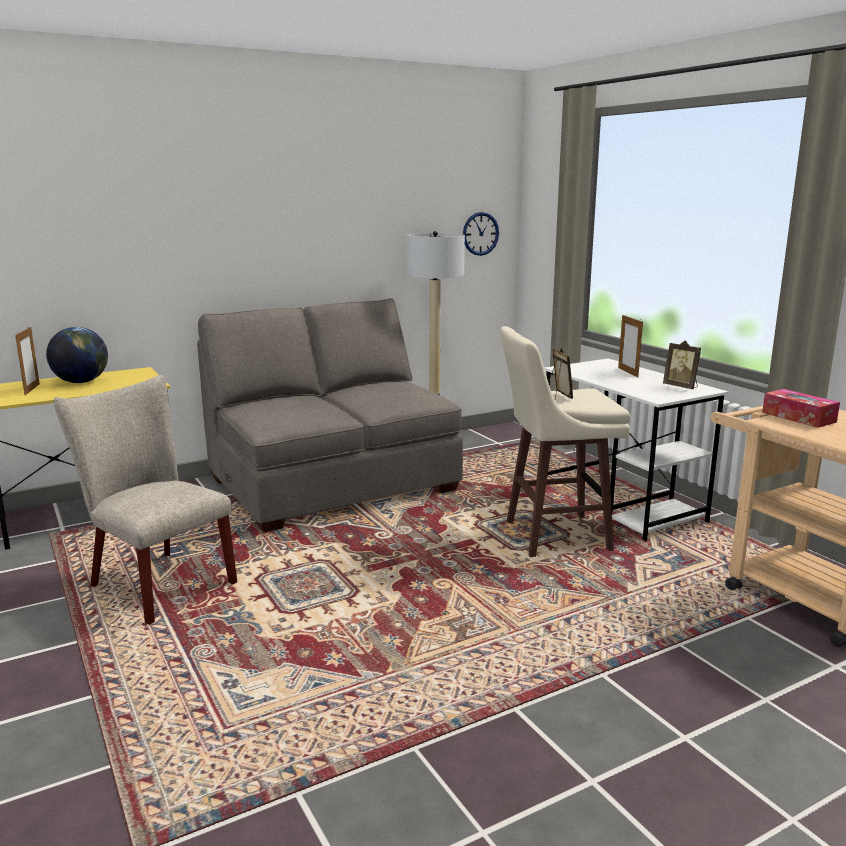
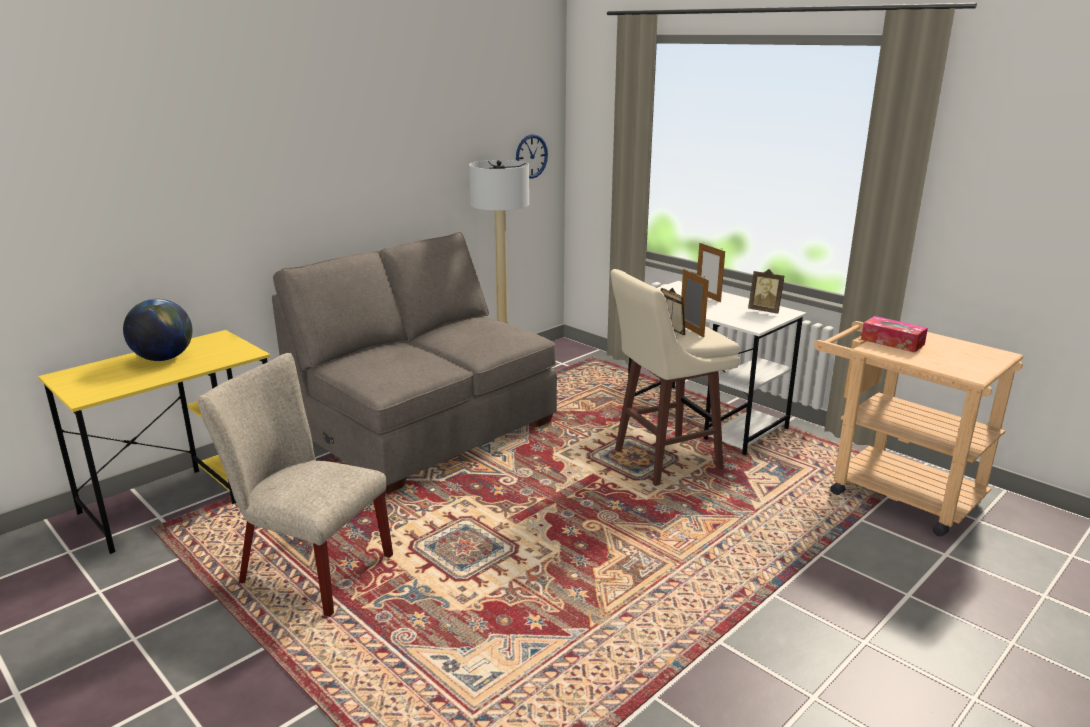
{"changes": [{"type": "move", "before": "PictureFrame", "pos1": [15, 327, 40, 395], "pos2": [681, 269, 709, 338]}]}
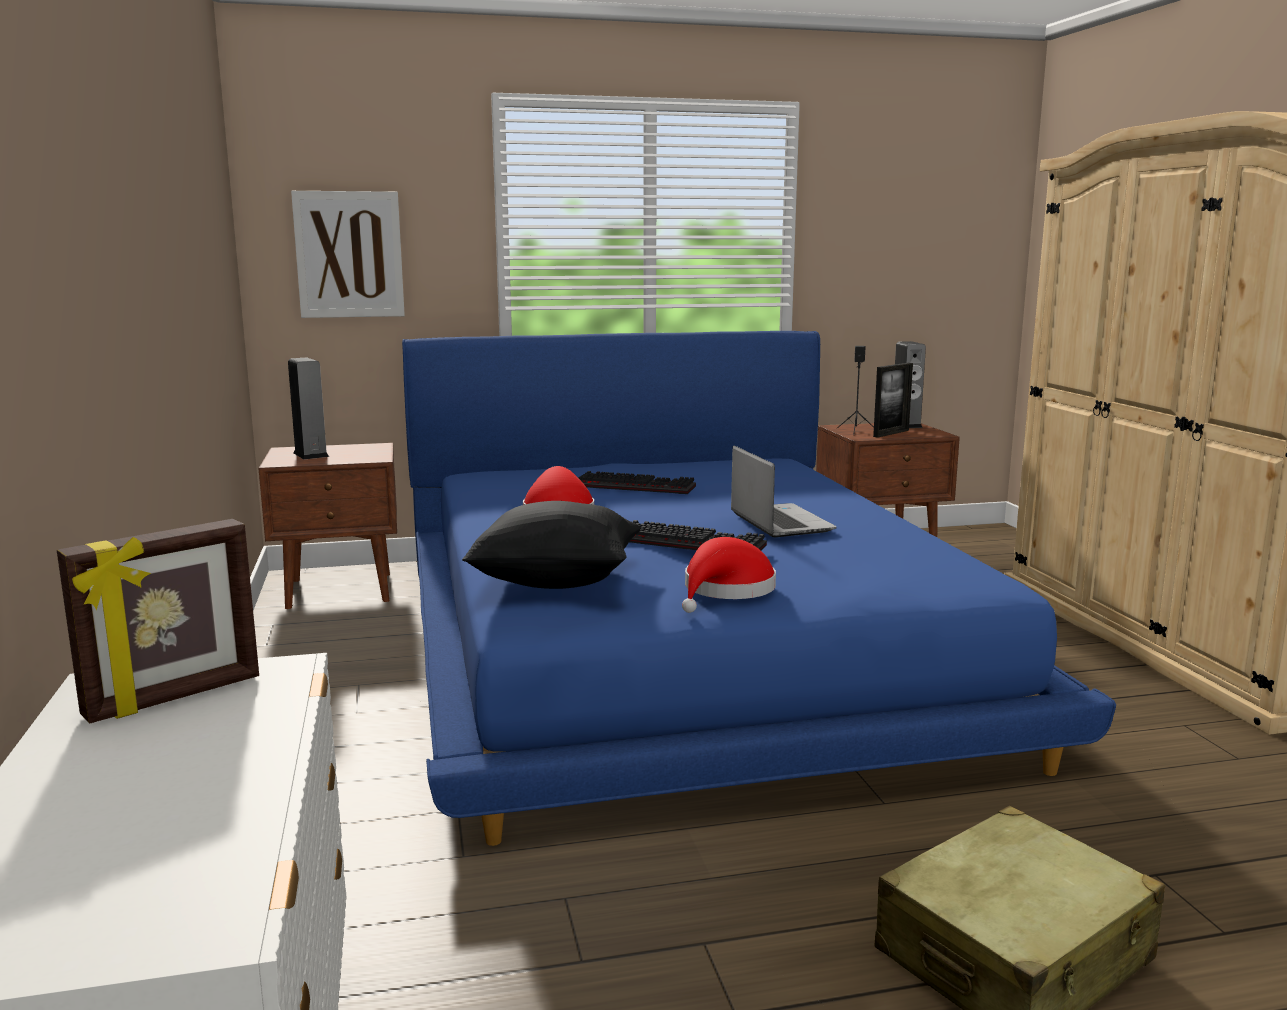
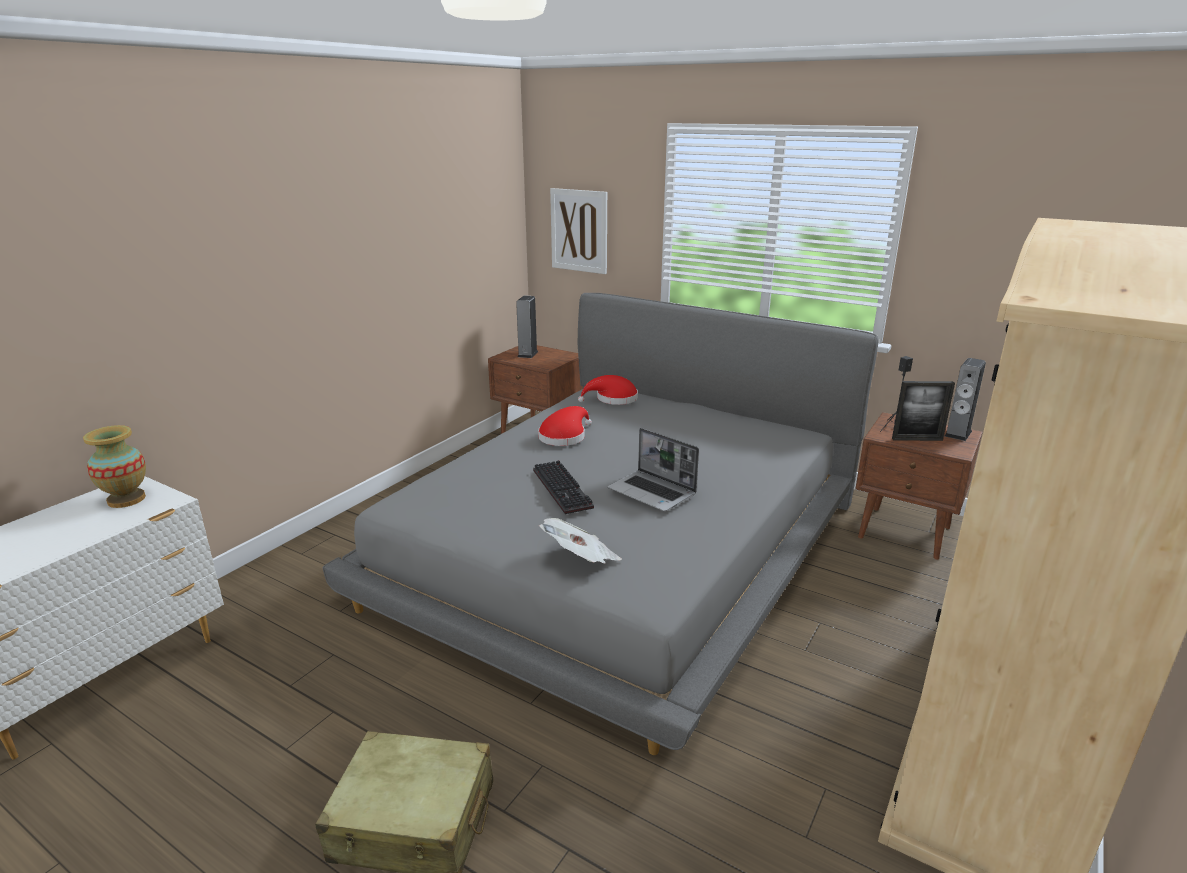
{"changes": [{"type": "replace", "before": "PictureFrame", "after": "Vase", "pos1": [57, 519, 259, 723], "pos2": [83, 425, 146, 508]}, {"type": "recolor", "before": "BlueBed", "after": "GreyBed", "pos1": [402, 331, 1116, 846], "pos2": [322, 293, 879, 755]}, {"type": "insert", "after": "Newspaper", "pos2": [539, 518, 622, 563]}, {"type": "move", "before": "RedHat", "pos1": [682, 537, 776, 613], "pos2": [578, 375, 638, 405]}, {"type": "rotate", "before": "Laptop", "pos1": [731, 445, 837, 537], "pos2": [608, 428, 699, 512], "turn": 105}, {"type": "delete", "before": "BlackPillow", "pos1": [462, 501, 641, 589]}, {"type": "delete", "before": "Keyboard", "pos1": [578, 471, 696, 494]}]}
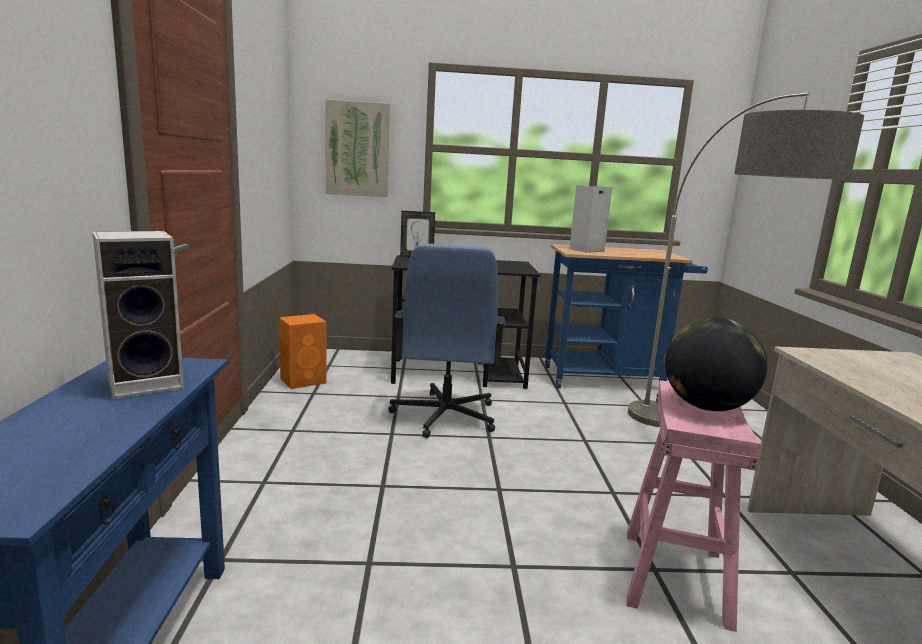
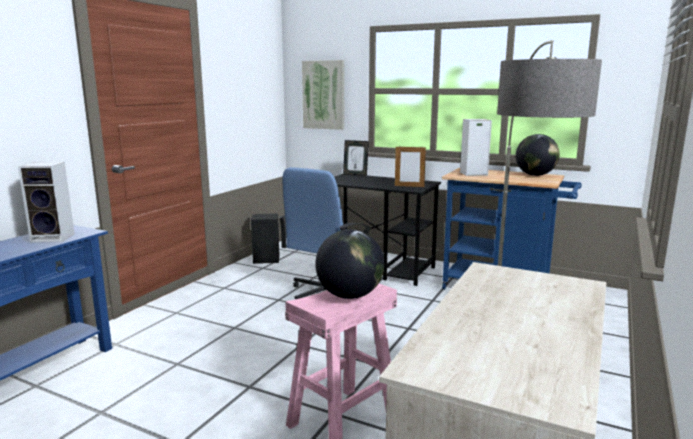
{"changes": [{"type": "recolor", "before": "OrangeSpeaker", "after": "BlackSpeaker", "pos1": [279, 314, 327, 389], "pos2": [251, 214, 279, 264]}, {"type": "insert", "after": "PictureFrame", "pos2": [395, 145, 426, 187]}, {"type": "insert", "after": "Globe", "pos2": [516, 134, 560, 176]}]}
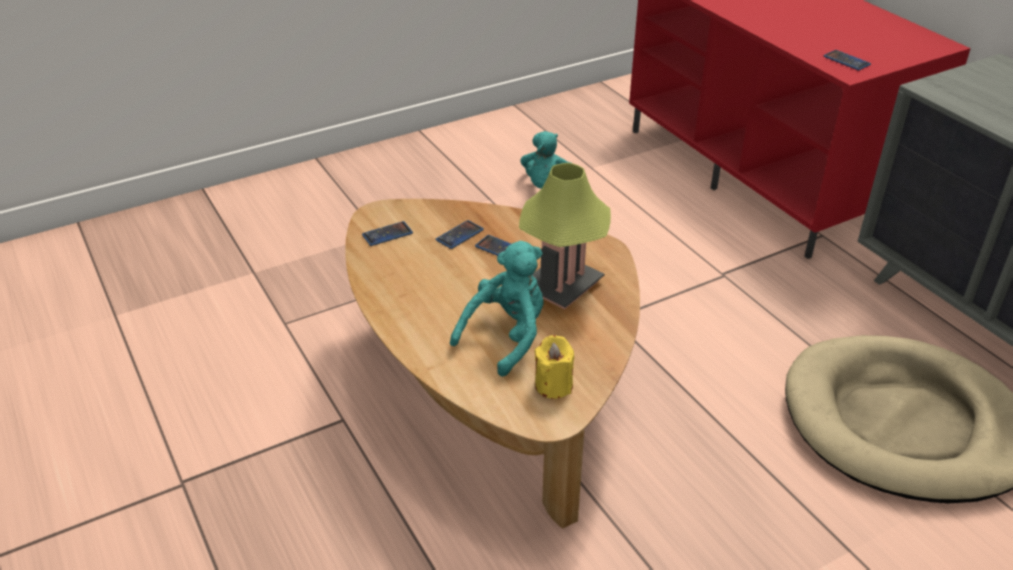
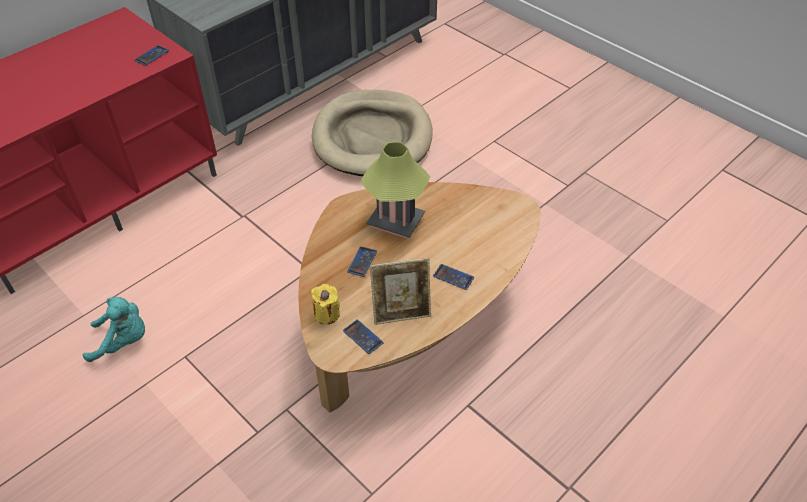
{"changes": [{"type": "move", "before": "YellowCandle", "pos1": [535, 335, 574, 399], "pos2": [311, 284, 340, 324]}, {"type": "insert", "after": "PictureFrame", "pos2": [370, 258, 431, 325]}, {"type": "move", "before": "Phone", "pos1": [436, 220, 484, 249], "pos2": [433, 264, 474, 290]}, {"type": "delete", "before": "TurquoisePlushToy", "pos1": [450, 241, 544, 377]}]}
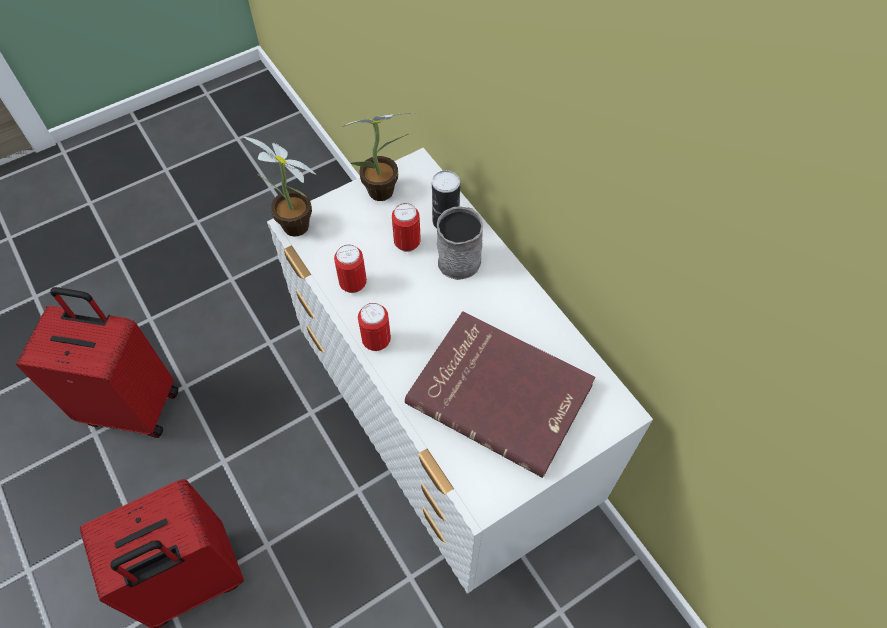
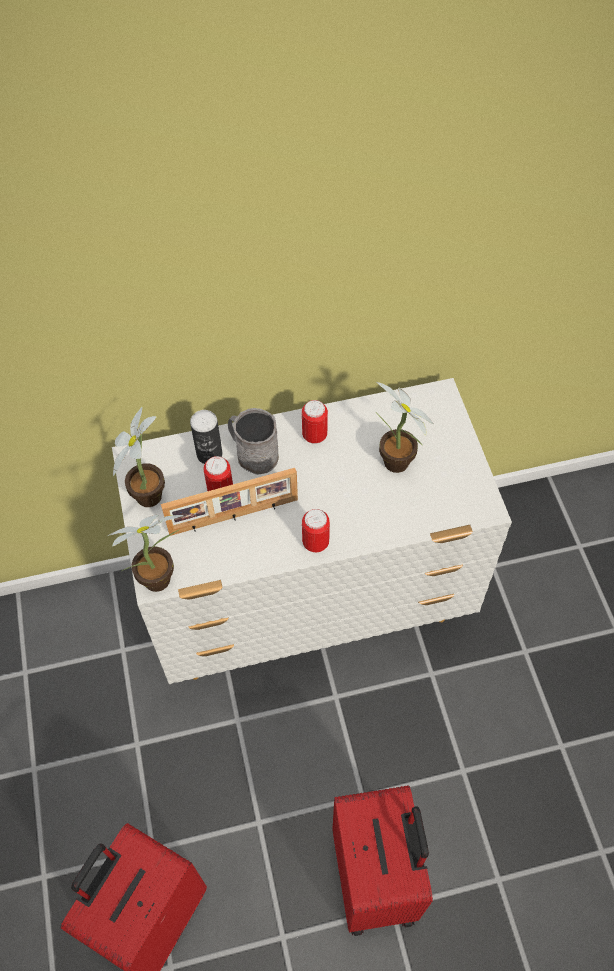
{"changes": [{"type": "insert", "after": "PictureFrame", "pos2": [161, 468, 298, 536]}, {"type": "move", "before": "Can", "pos1": [334, 245, 367, 293], "pos2": [302, 400, 328, 444]}, {"type": "replace", "before": "RedBook", "after": "PottedPlant", "pos1": [405, 311, 596, 478], "pos2": [376, 382, 434, 473]}]}
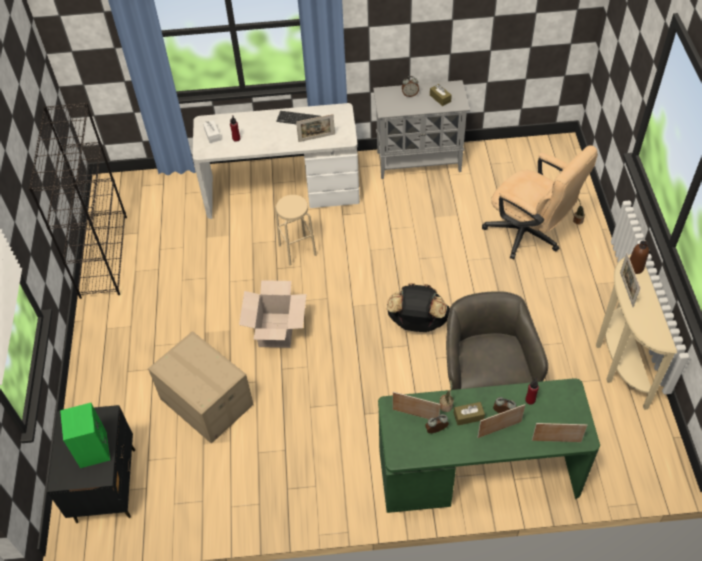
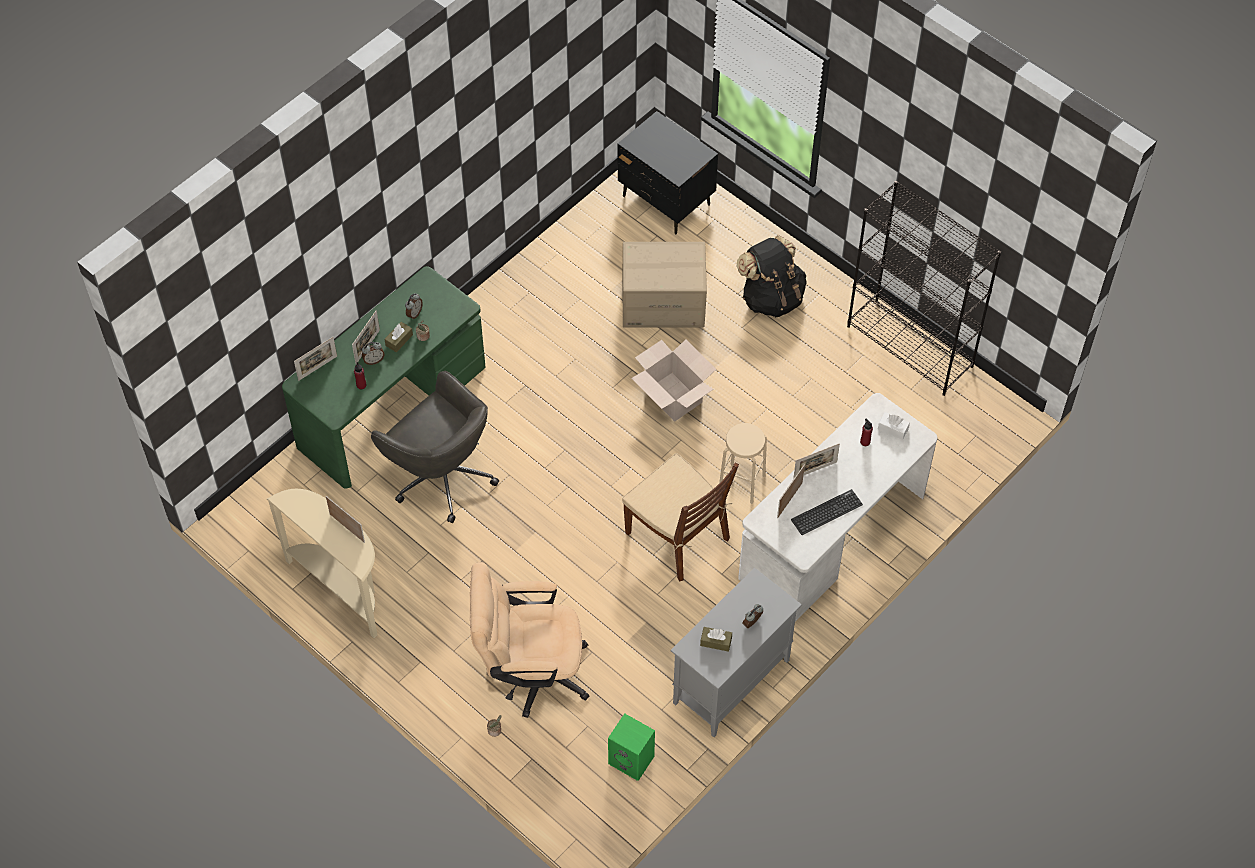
{"changes": [{"type": "move", "before": "GreenSpeaker", "pos1": [60, 403, 110, 468], "pos2": [608, 713, 655, 781]}, {"type": "insert", "after": "BrownChair", "pos2": [622, 453, 739, 582]}, {"type": "move", "before": "BlackBackpack", "pos1": [387, 283, 450, 332], "pos2": [737, 236, 807, 317]}, {"type": "move", "before": "PictureFrame", "pos1": [393, 392, 441, 419], "pos2": [793, 443, 840, 479]}, {"type": "delete", "before": "BrownBottle", "pos1": [630, 241, 649, 274]}]}
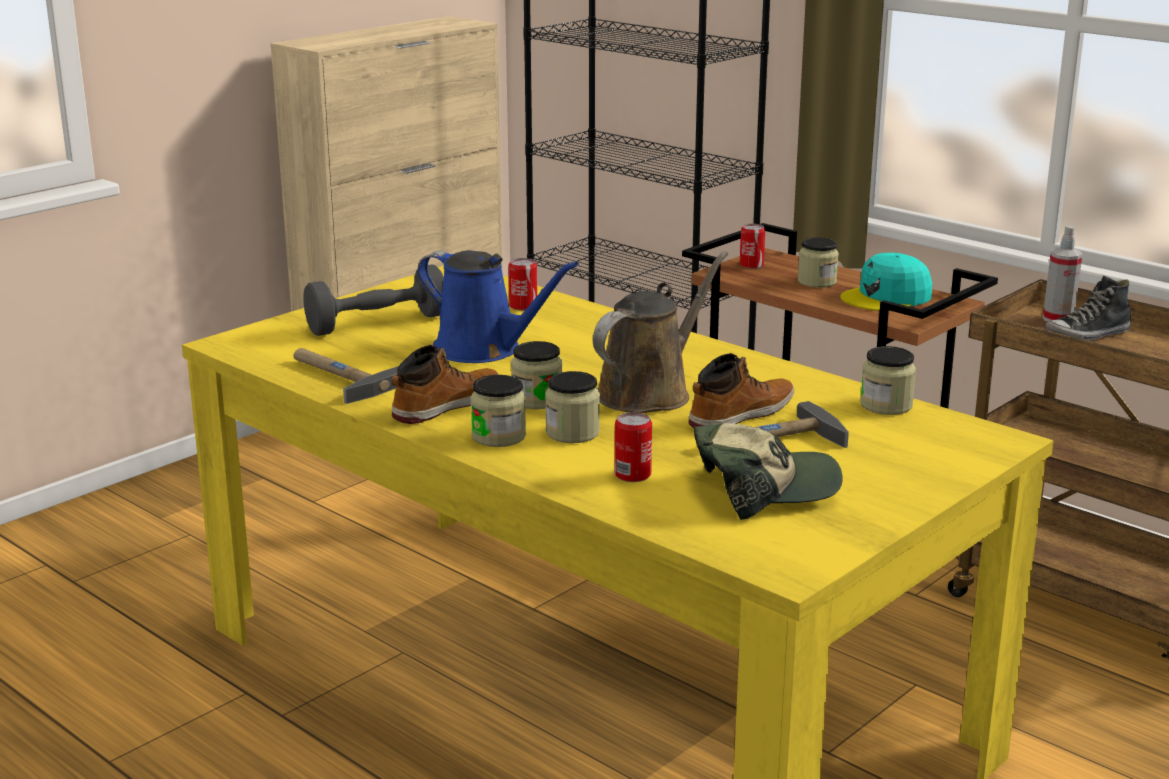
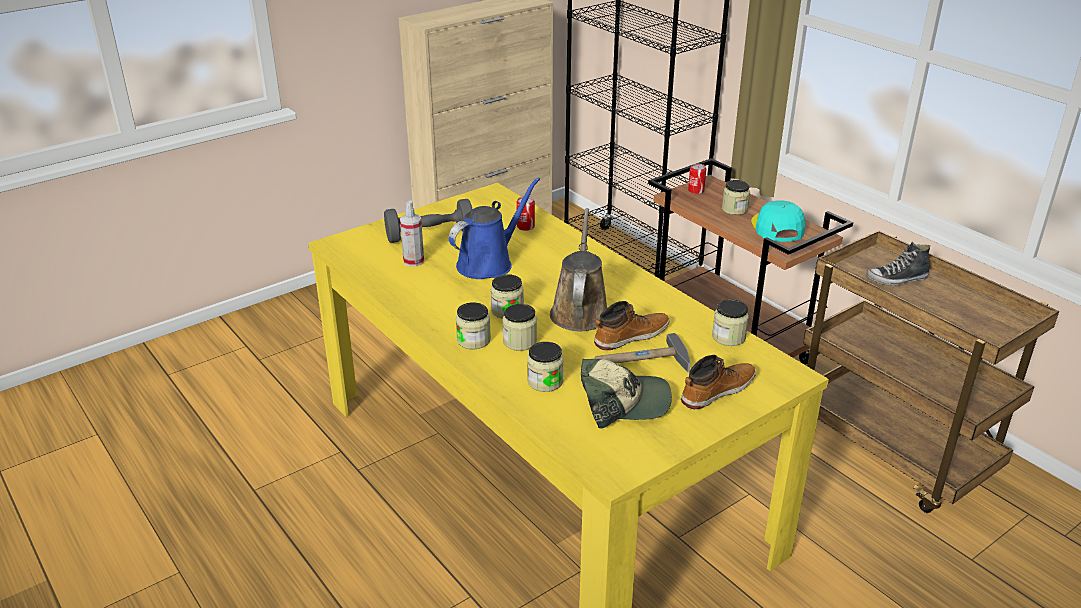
{"changes": [{"type": "move", "before": "SprayBottle", "pos1": [1043, 225, 1082, 322], "pos2": [400, 200, 424, 267]}, {"type": "rotate", "before": "BlueWateringCan", "pos1": [418, 250, 579, 363], "pos2": [449, 177, 540, 279], "turn": -90}, {"type": "replace", "before": "Can", "after": "Jar", "pos1": [615, 412, 652, 482], "pos2": [527, 342, 564, 392]}, {"type": "rotate", "before": "BrownWateringCan", "pos1": [593, 251, 728, 413], "pos2": [550, 208, 607, 331], "turn": -45}, {"type": "move", "before": "Boot", "pos1": [392, 345, 499, 424], "pos2": [681, 355, 756, 409]}, {"type": "rotate", "before": "TurquoiseCap", "pos1": [840, 253, 932, 311], "pos2": [751, 200, 806, 242], "turn": 105}, {"type": "delete", "before": "Hammer", "pos1": [293, 348, 398, 404]}]}
